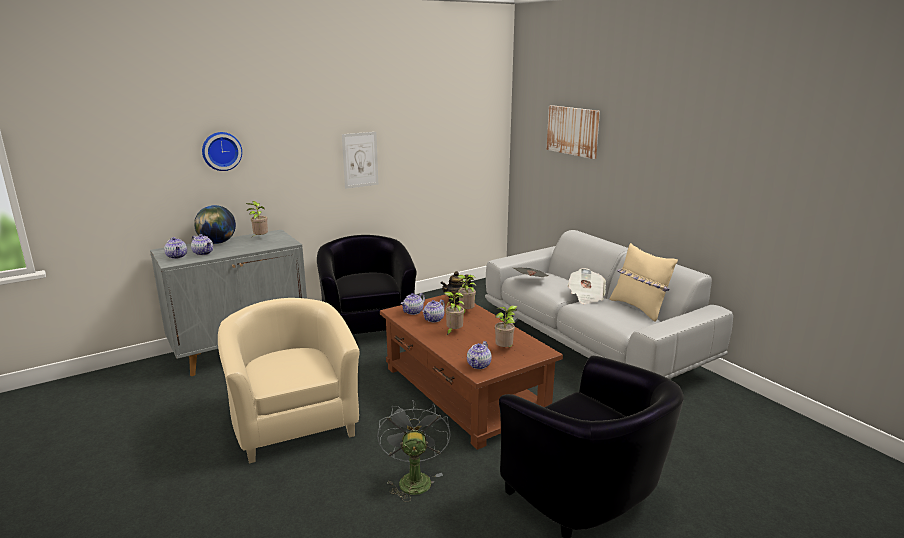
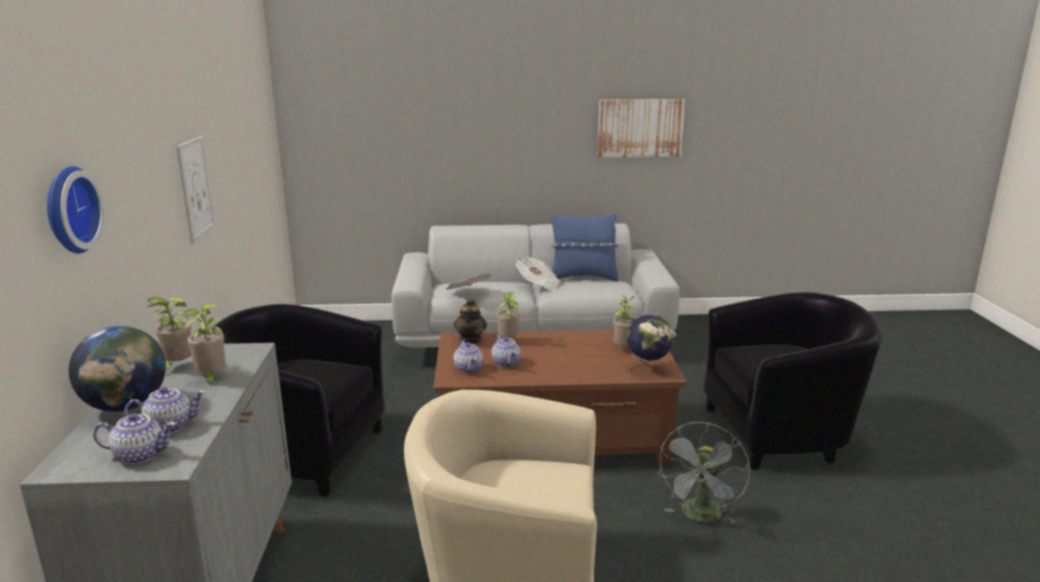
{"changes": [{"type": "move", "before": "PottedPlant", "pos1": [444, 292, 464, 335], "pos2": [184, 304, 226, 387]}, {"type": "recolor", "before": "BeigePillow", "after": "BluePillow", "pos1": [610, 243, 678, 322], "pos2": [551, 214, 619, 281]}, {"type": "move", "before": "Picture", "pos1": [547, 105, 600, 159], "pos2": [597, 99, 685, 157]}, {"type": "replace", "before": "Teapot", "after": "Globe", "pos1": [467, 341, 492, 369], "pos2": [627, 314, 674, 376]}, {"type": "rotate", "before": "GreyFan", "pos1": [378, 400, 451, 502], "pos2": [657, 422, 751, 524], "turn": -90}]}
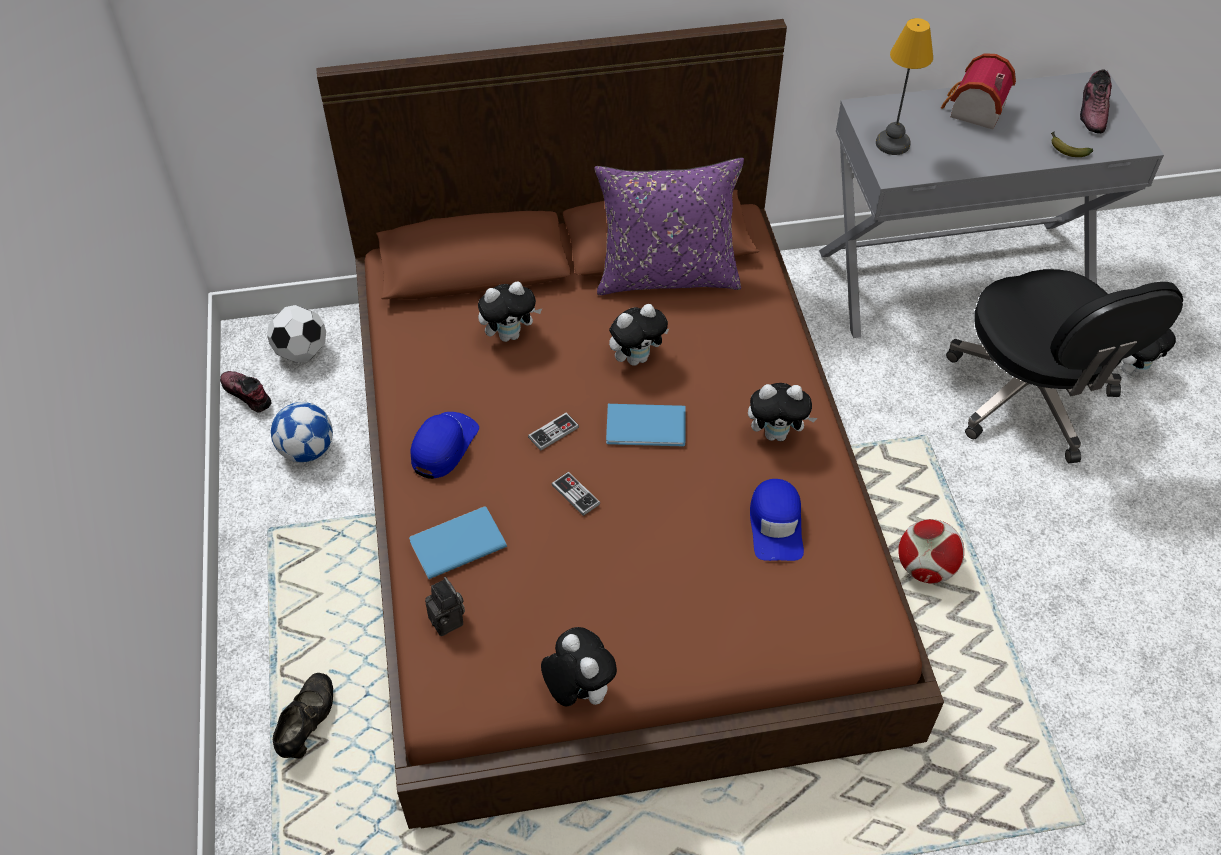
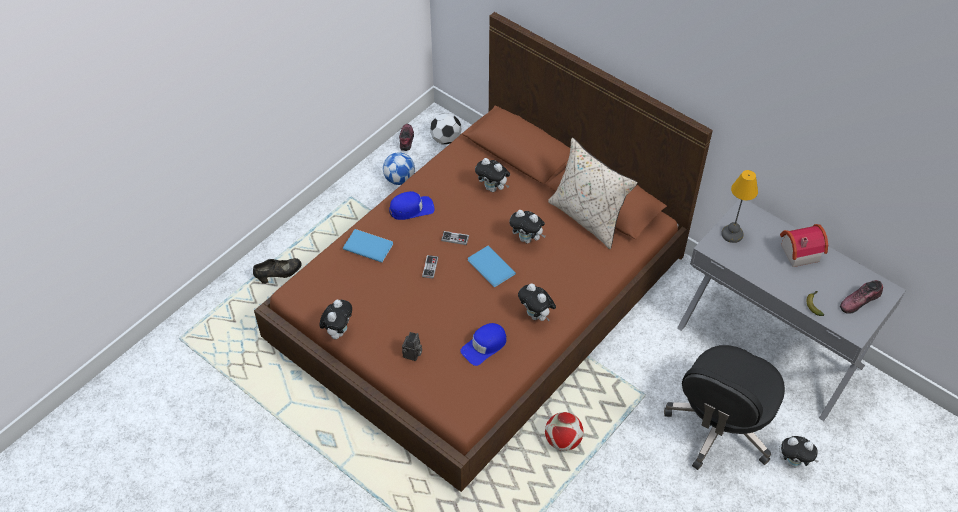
{"changes": [{"type": "move", "before": "PhotoCamera", "pos1": [425, 577, 465, 636], "pos2": [402, 332, 422, 361]}, {"type": "recolor", "before": "PurplePillow", "after": "BeigePillow", "pos1": [594, 157, 744, 295], "pos2": [548, 137, 638, 249]}]}
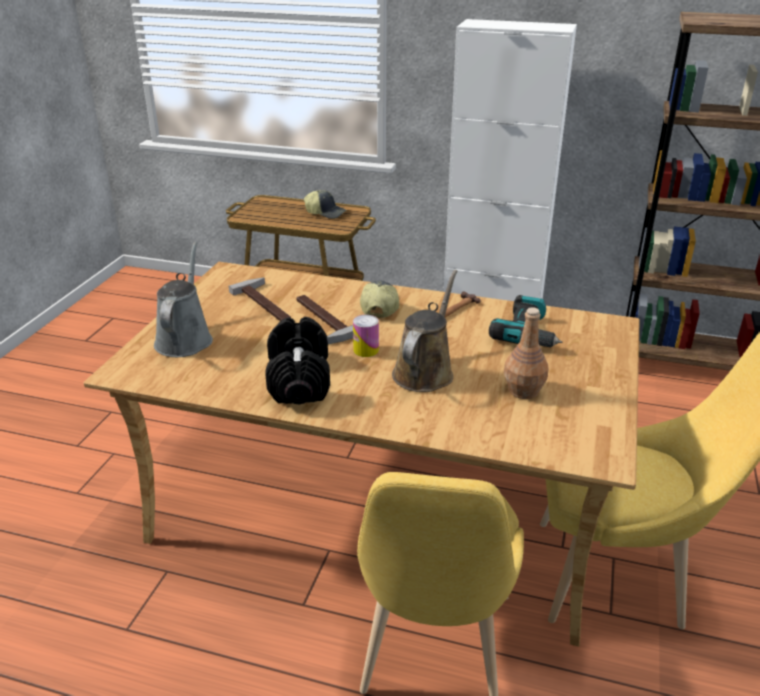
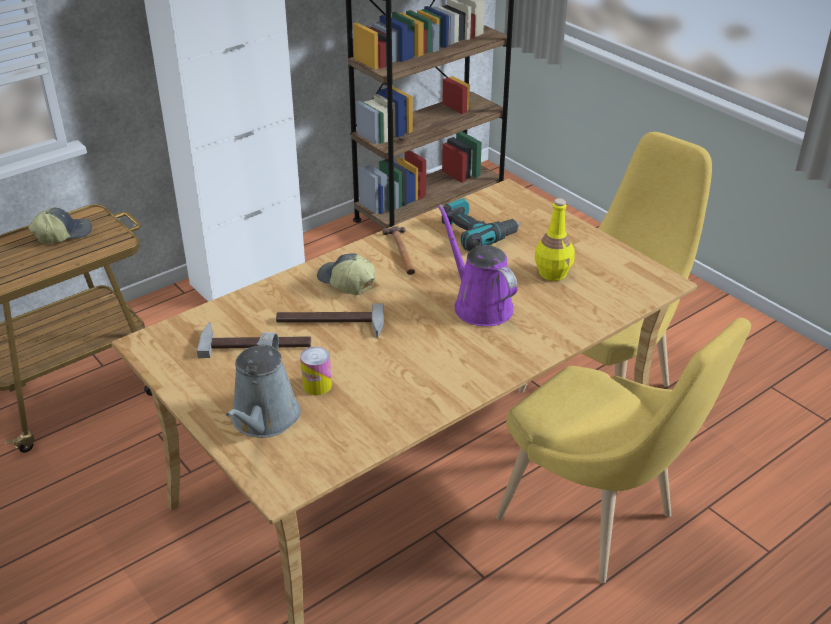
{"changes": [{"type": "rotate", "before": "GreyWateringCan", "pos1": [154, 242, 213, 357], "pos2": [226, 332, 301, 438], "turn": -120}, {"type": "move", "before": "Can", "pos1": [353, 315, 379, 357], "pos2": [300, 347, 332, 395]}, {"type": "recolor", "before": "BrownWateringCan", "after": "PurpleWateringCan", "pos1": [392, 270, 458, 392], "pos2": [438, 204, 518, 326]}, {"type": "recolor", "before": "BrownBottle", "after": "YellowBottle", "pos1": [504, 307, 549, 399], "pos2": [535, 198, 575, 281]}, {"type": "delete", "before": "BlackDumbbell", "pos1": [265, 317, 330, 404]}]}
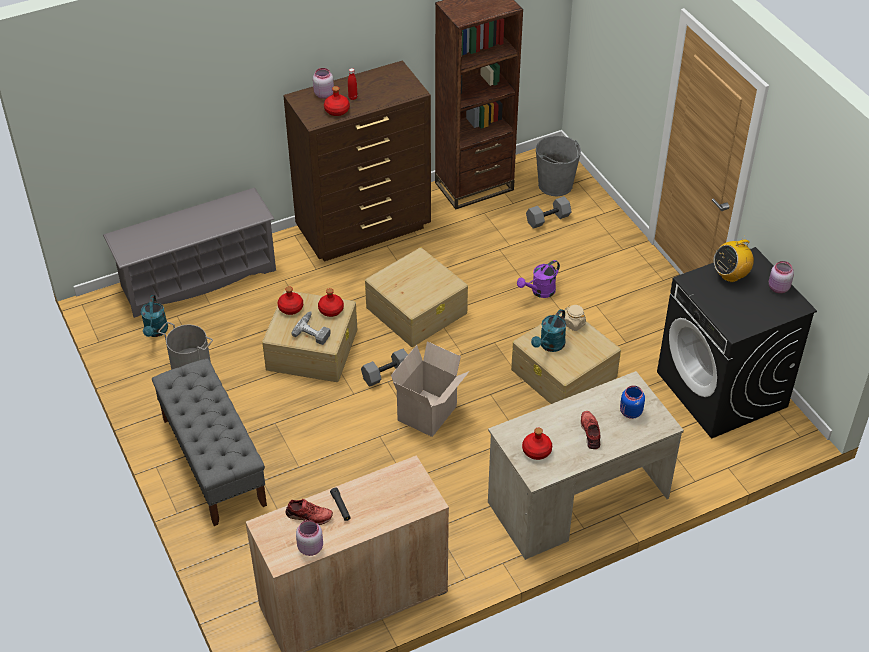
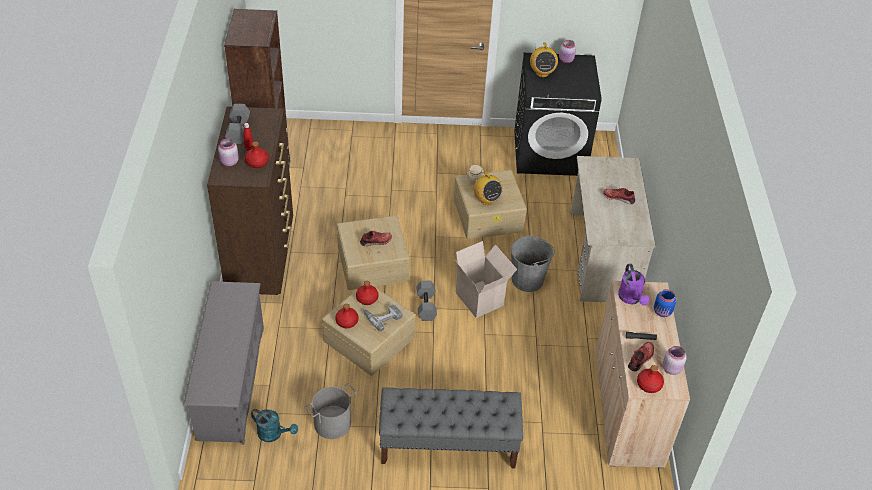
{"changes": [{"type": "move", "before": "GreyDumbbell", "pos1": [526, 196, 571, 229], "pos2": [225, 104, 250, 144]}, {"type": "insert", "after": "RedShoe", "pos2": [360, 231, 392, 246]}, {"type": "replace", "before": "TurquoiseWateringCan", "after": "Radio", "pos1": [531, 309, 566, 352], "pos2": [474, 171, 503, 205]}, {"type": "move", "before": "GreyBucket", "pos1": [536, 135, 581, 196], "pos2": [511, 235, 555, 292]}, {"type": "move", "before": "PurpleWateringCan", "pos1": [517, 260, 560, 298], "pos2": [618, 264, 650, 306]}, {"type": "move", "before": "RedBottle", "pos1": [522, 427, 552, 460], "pos2": [637, 365, 664, 393]}, {"type": "move", "before": "BlueJar", "pos1": [620, 386, 645, 419], "pos2": [654, 289, 676, 317]}]}
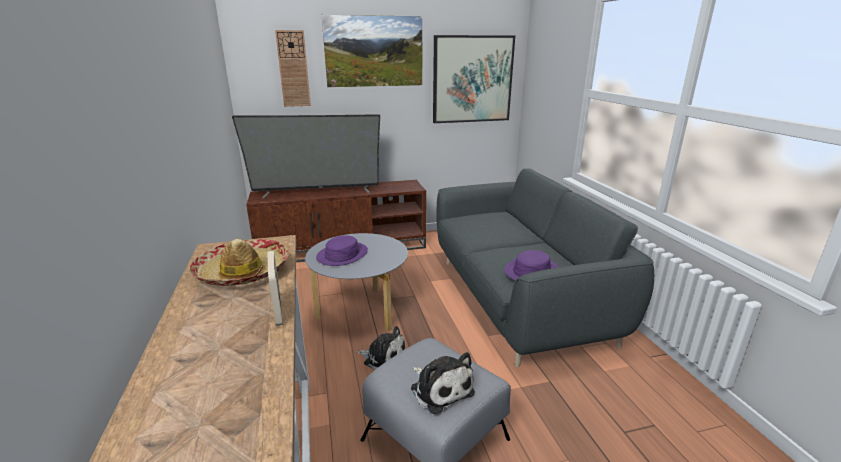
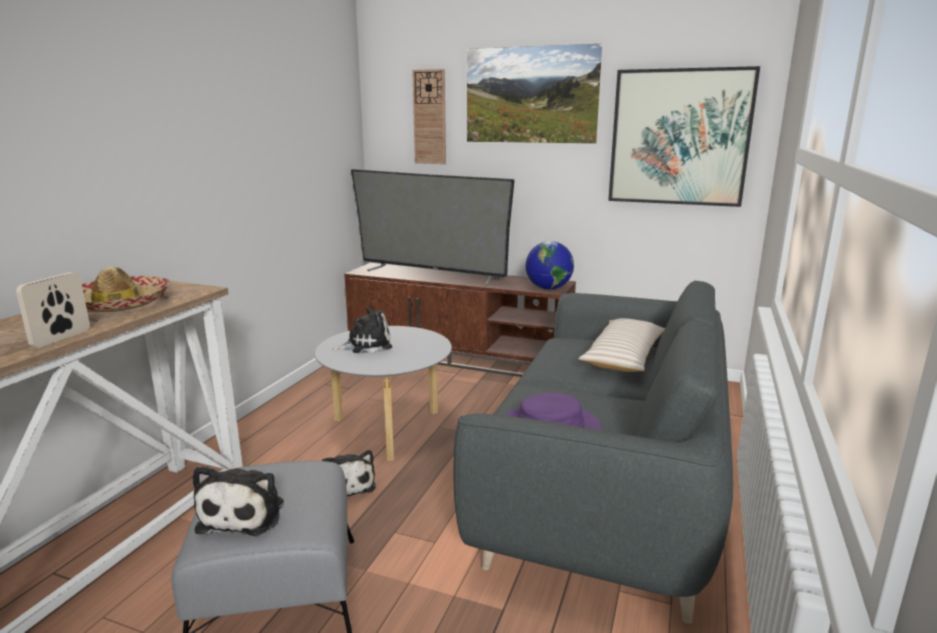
{"changes": [{"type": "replace", "before": "PurpleHat", "after": "PlushToy", "pos1": [316, 235, 368, 266], "pos2": [332, 307, 392, 353]}, {"type": "insert", "after": "Globe", "pos2": [526, 241, 574, 289]}, {"type": "insert", "after": "BeigePillow", "pos2": [578, 318, 665, 372]}]}
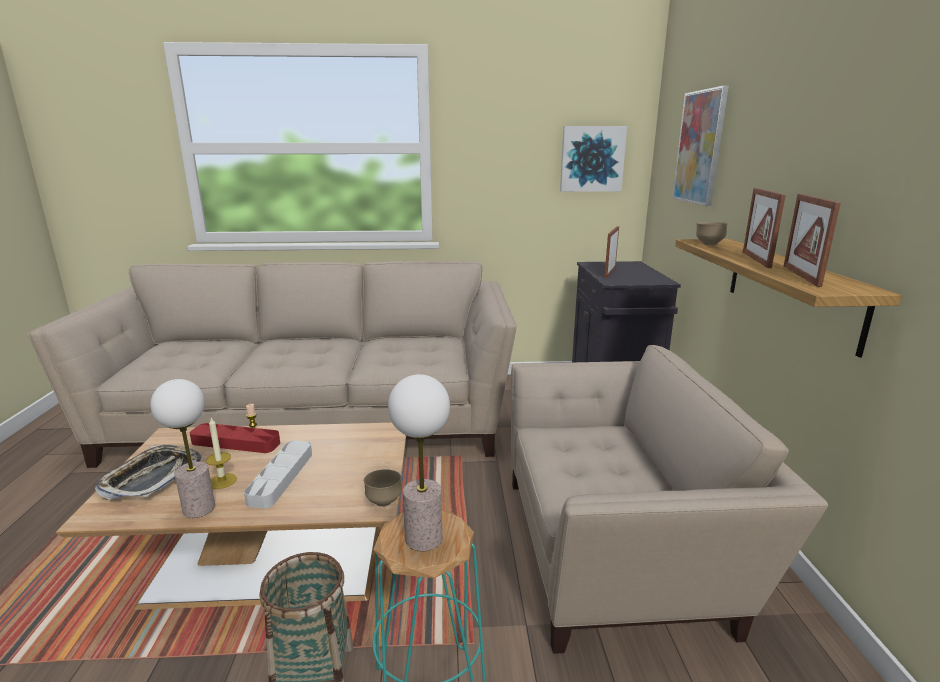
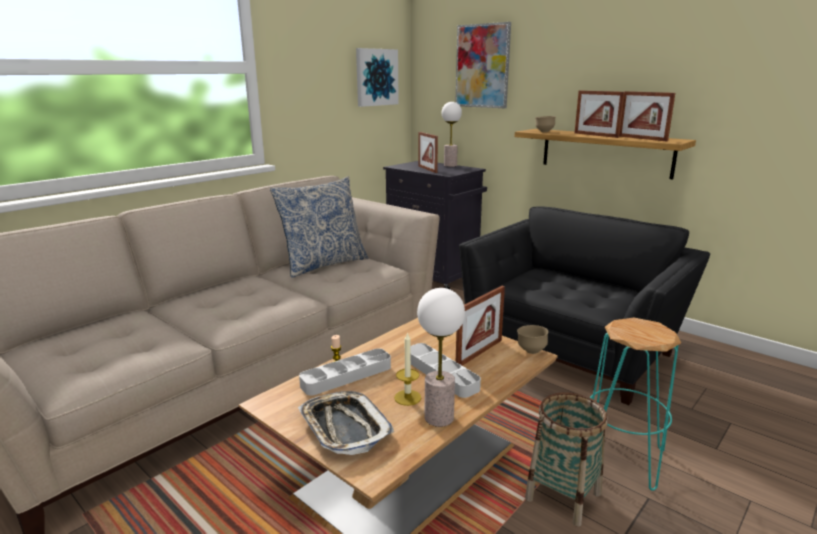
{"changes": [{"type": "insert", "after": "Pillow", "pos2": [270, 176, 368, 278]}, {"type": "recolor", "before": "RedTray", "after": "GreyTray", "pos1": [190, 423, 280, 453], "pos2": [299, 348, 391, 396]}, {"type": "move", "before": "TableLamp", "pos1": [388, 374, 450, 551], "pos2": [442, 102, 462, 167]}, {"type": "insert", "after": "PictureFrame", "pos2": [456, 286, 505, 366]}, {"type": "recolor", "before": "BeigeArmchair", "after": "BlackArmchair", "pos1": [511, 345, 828, 654], "pos2": [459, 206, 710, 405]}]}
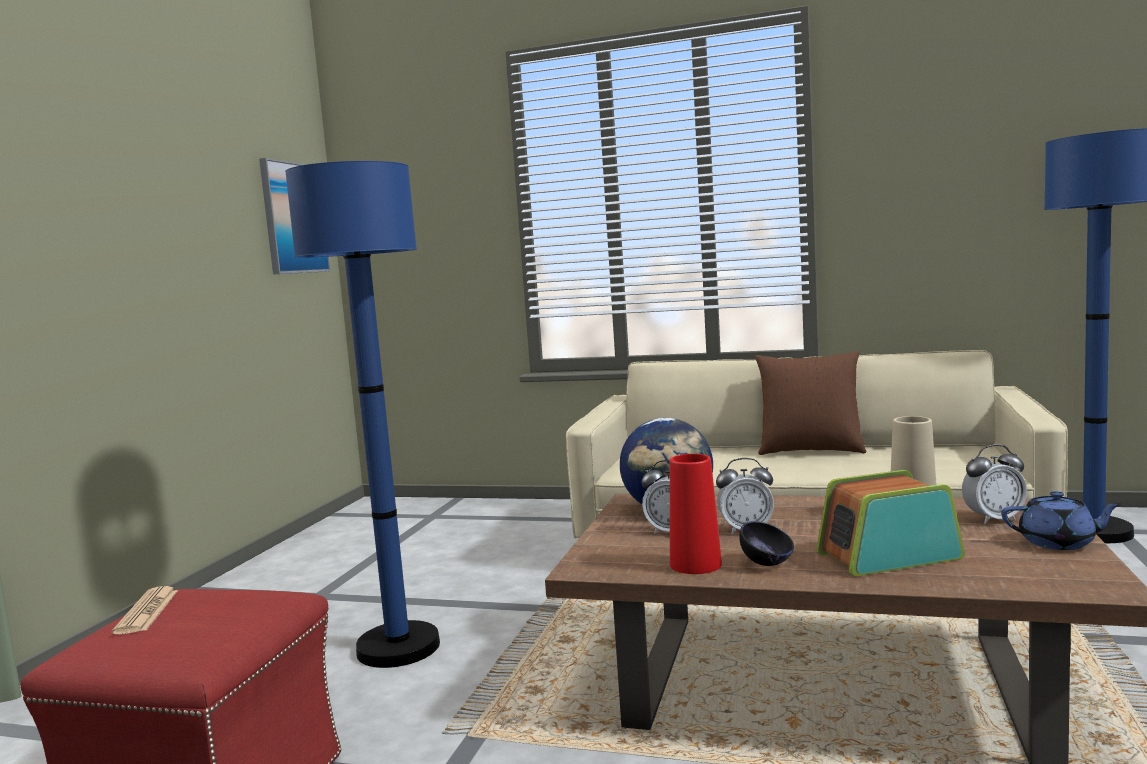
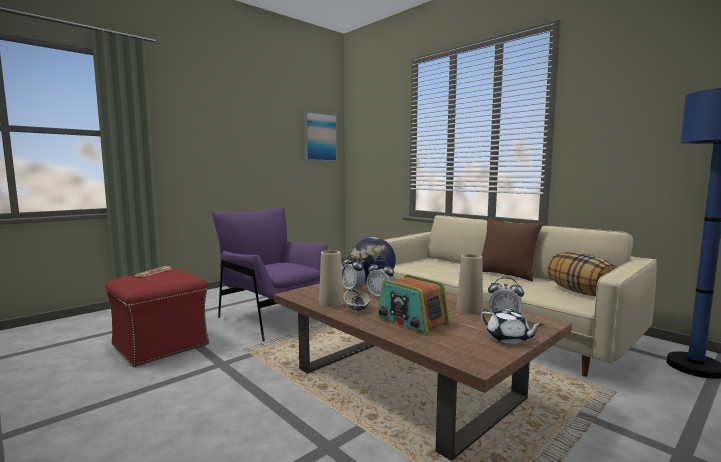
{"changes": [{"type": "replace", "before": "BlueFloorLamp", "after": "PurpleArmchair", "pos1": [285, 161, 440, 668], "pos2": [211, 207, 328, 342]}, {"type": "recolor", "before": "RedVase", "after": "BeigeVase", "pos1": [670, 454, 722, 574], "pos2": [319, 250, 344, 307]}, {"type": "recolor", "before": "BlackBowl", "after": "BeigeBowl", "pos1": [739, 521, 794, 566], "pos2": [343, 289, 371, 311]}, {"type": "rotate", "before": "Radio", "pos1": [817, 470, 965, 576], "pos2": [377, 274, 450, 334], "turn": -150}, {"type": "recolor", "before": "BlueTeapot", "after": "WhiteTeapot", "pos1": [1001, 491, 1122, 550], "pos2": [481, 308, 544, 345]}, {"type": "insert", "after": "Pillow", "pos2": [547, 252, 617, 296]}]}
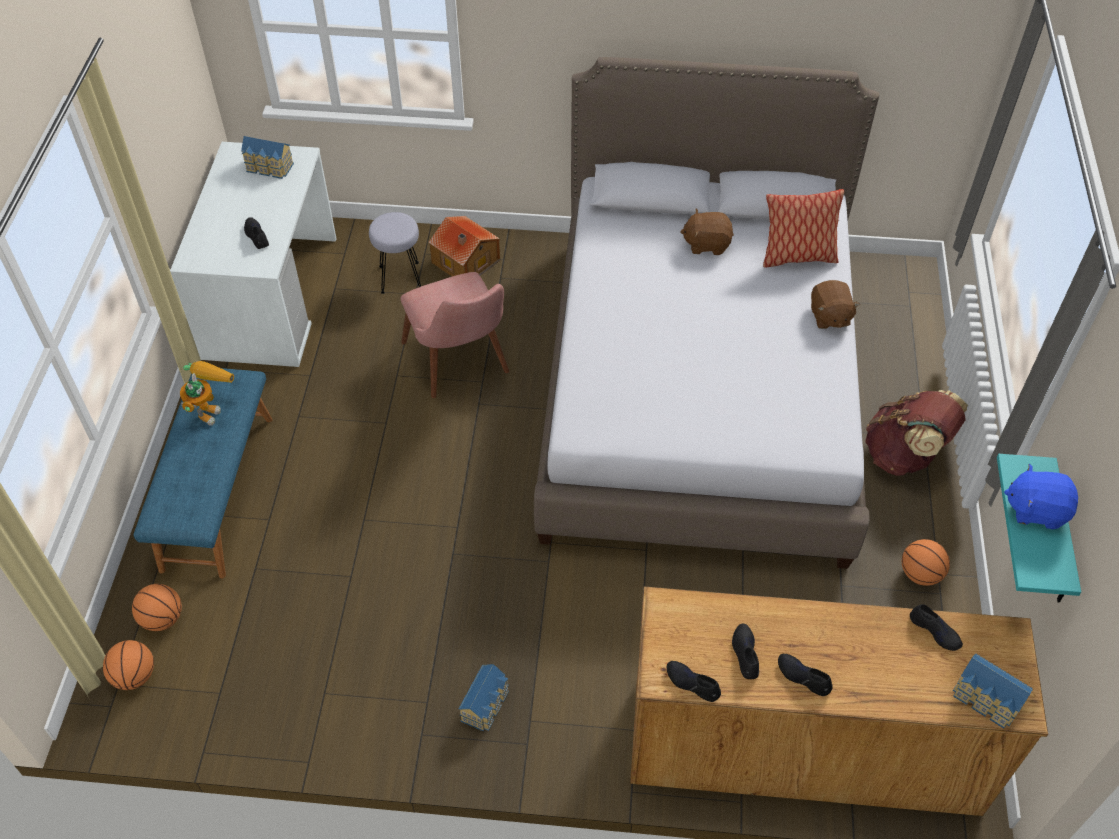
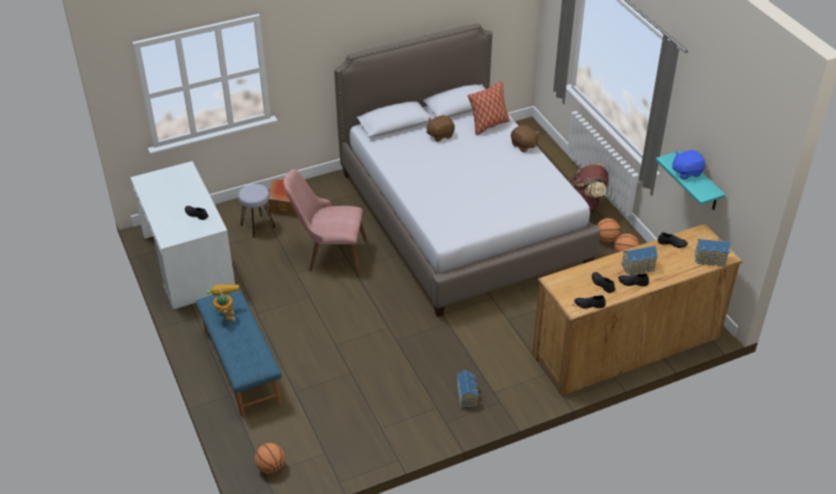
{"changes": [{"type": "rotate", "before": "PinkChair", "pos1": [400, 272, 509, 398], "pos2": [283, 169, 367, 276], "turn": 150}, {"type": "move", "before": "Basketball", "pos1": [132, 584, 182, 631], "pos2": [597, 218, 621, 243]}, {"type": "move", "before": "ToyHouse", "pos1": [241, 136, 294, 179], "pos2": [621, 246, 658, 275]}]}
